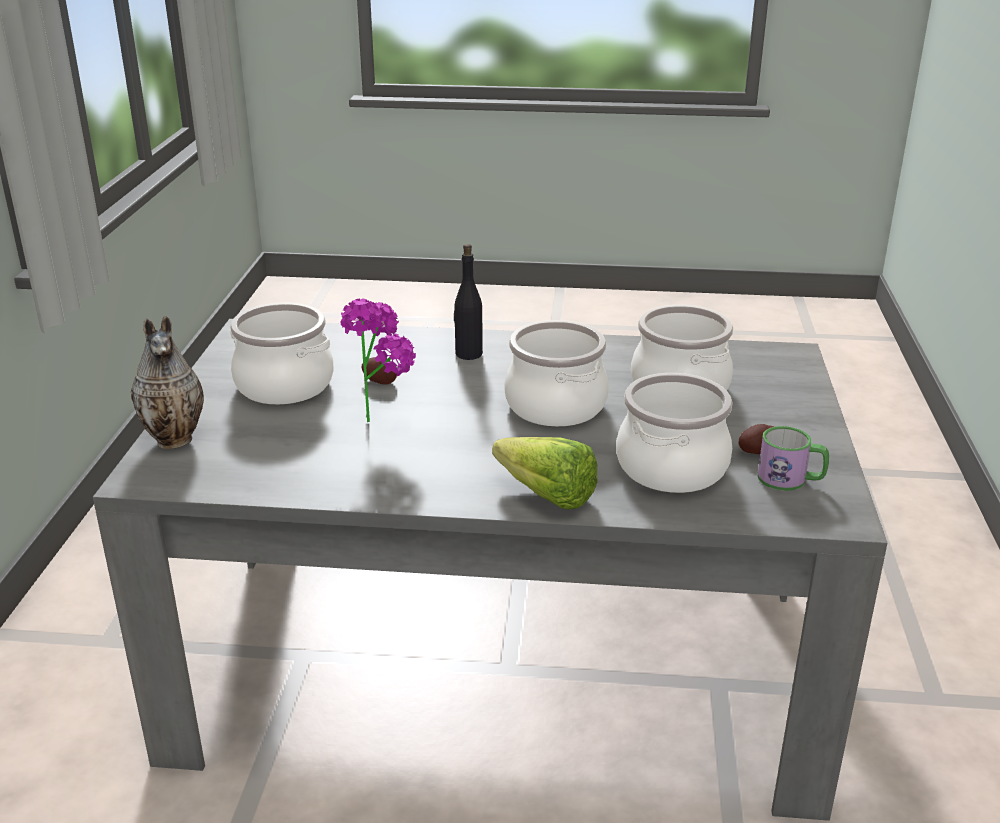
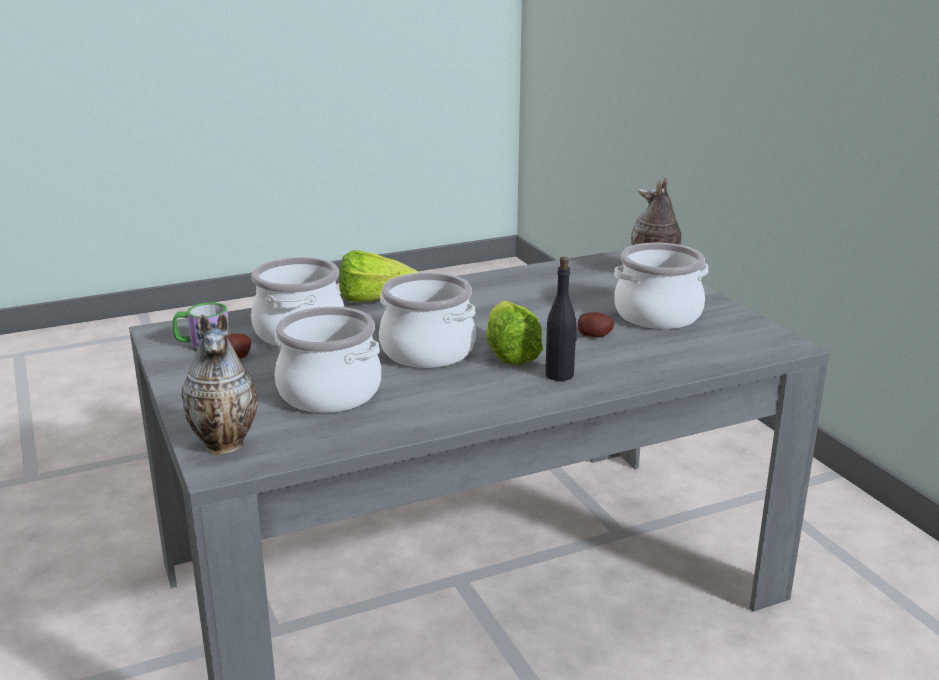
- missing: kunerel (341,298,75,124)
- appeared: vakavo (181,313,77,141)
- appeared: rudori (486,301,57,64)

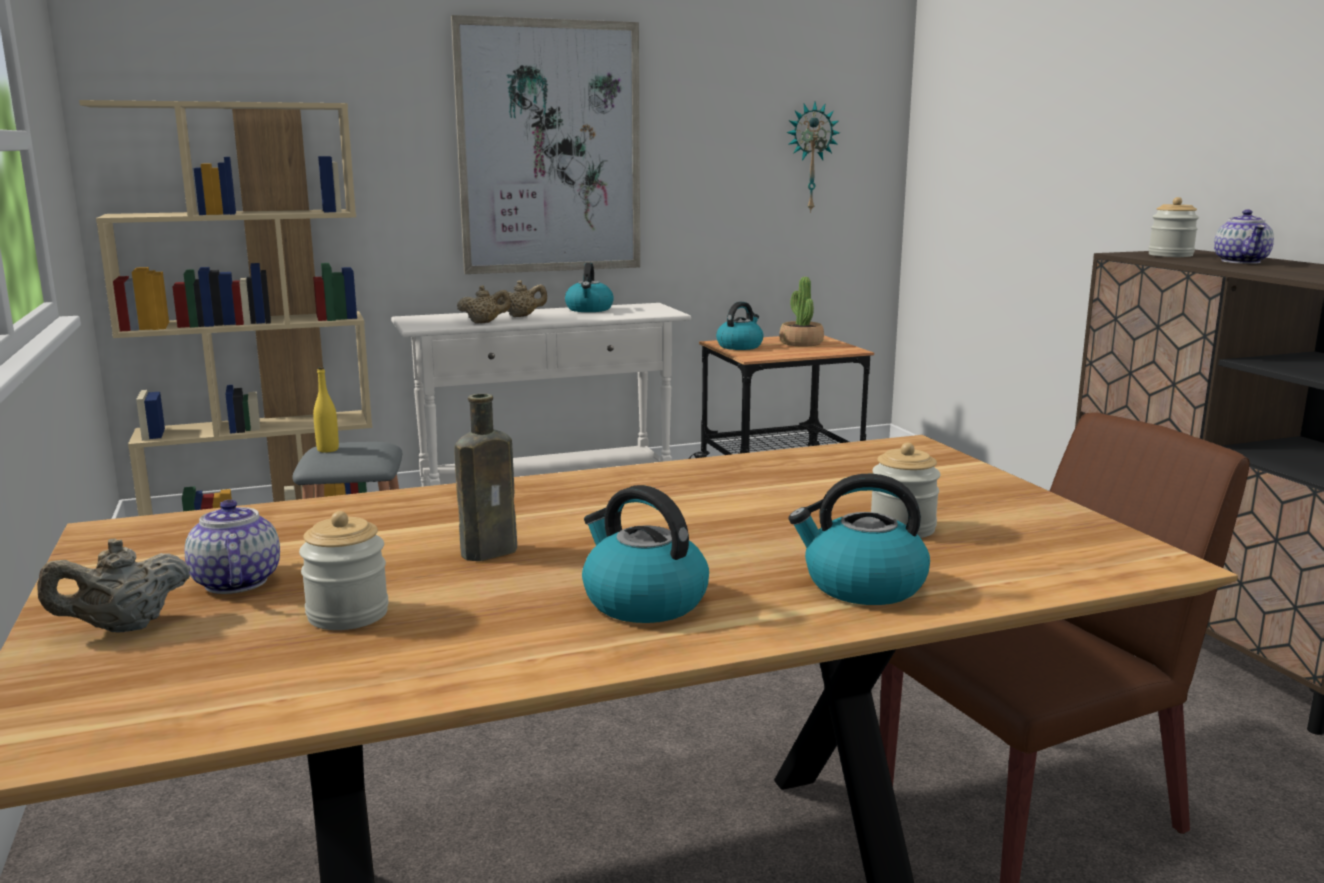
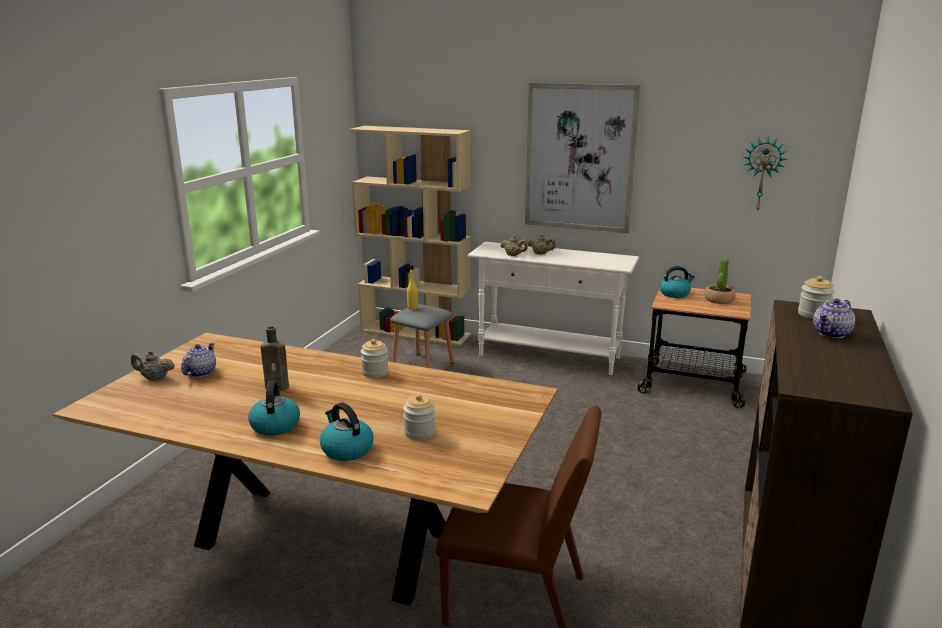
- relocated: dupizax (299,511,90,119) to (361,339,28,39)
- missing: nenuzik (565,263,49,49)

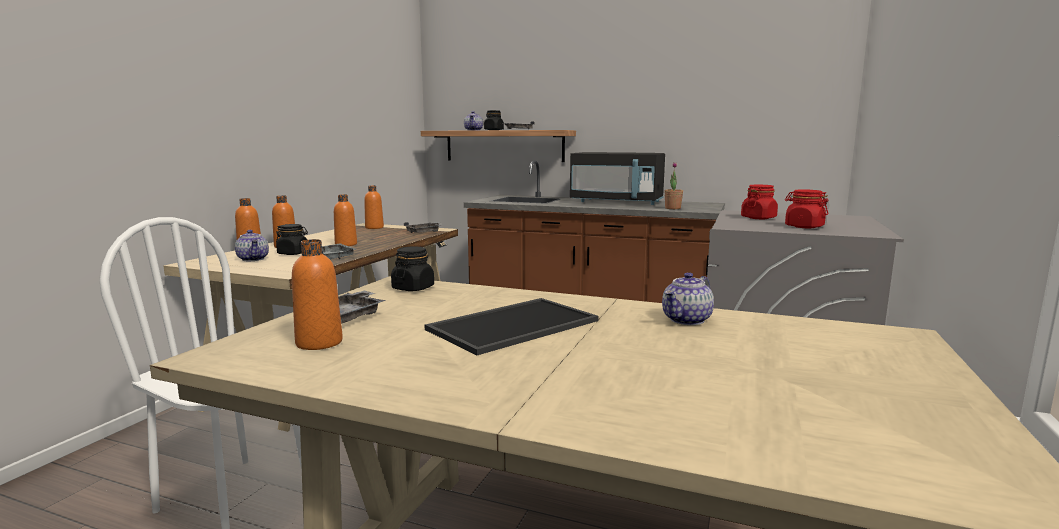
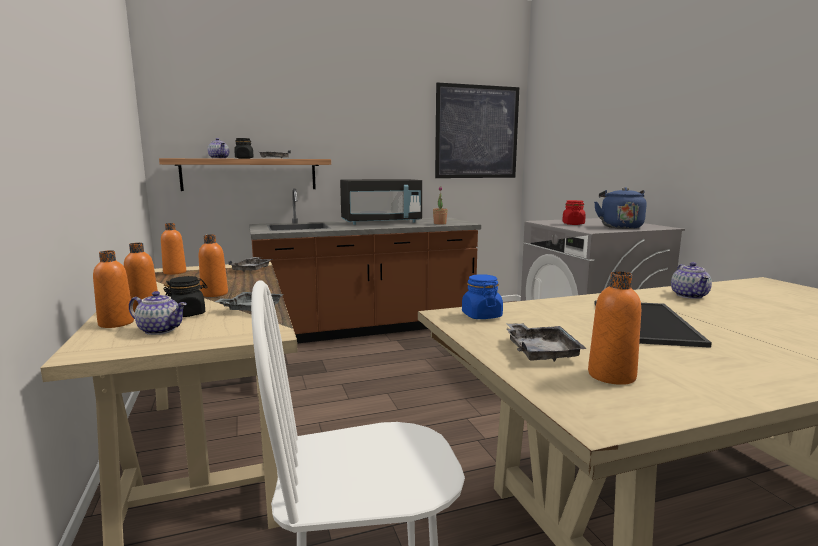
- colour: black_dupizax (391,247,43,44) to blue_dupizax (462,274,41,45)
- exchanged: red_dupizax (785,189,43,39) to blue_nenuzik (594,187,53,42)
- appeared: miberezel (435,83,84,95)

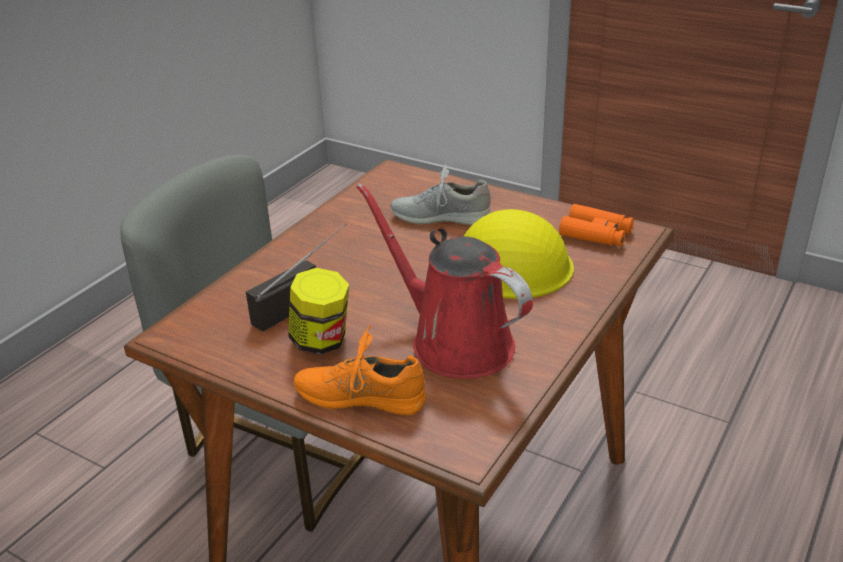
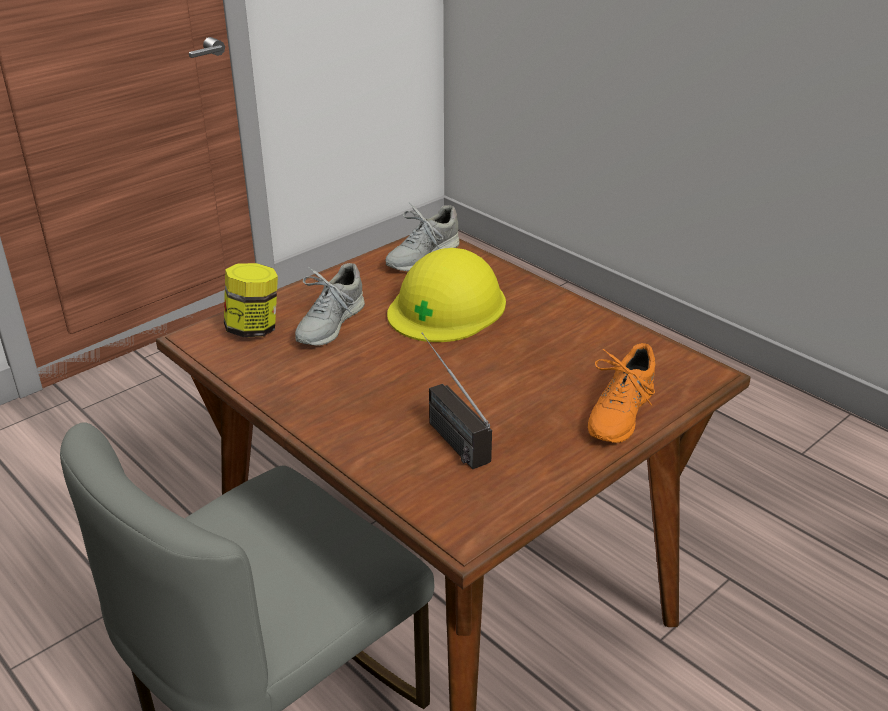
- relocated: dupizax (289,268,60,87) to (224,263,54,74)
- missing: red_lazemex (356,183,177,196)
- exchanged: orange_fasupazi (559,204,75,43) to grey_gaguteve (385,202,74,69)

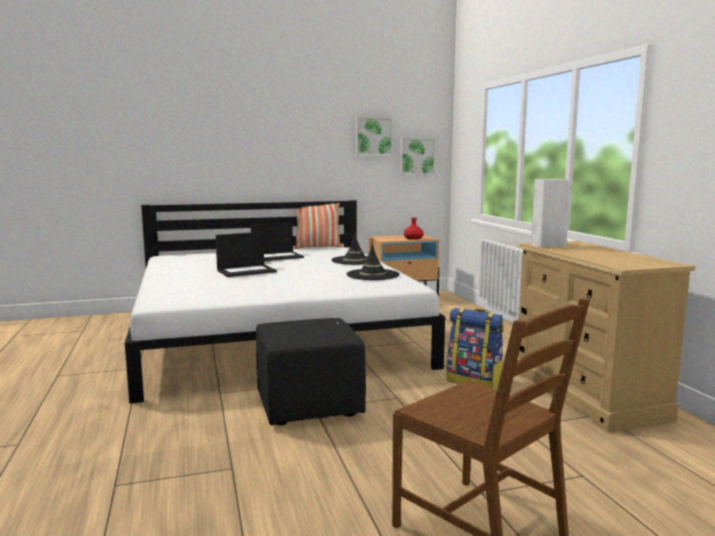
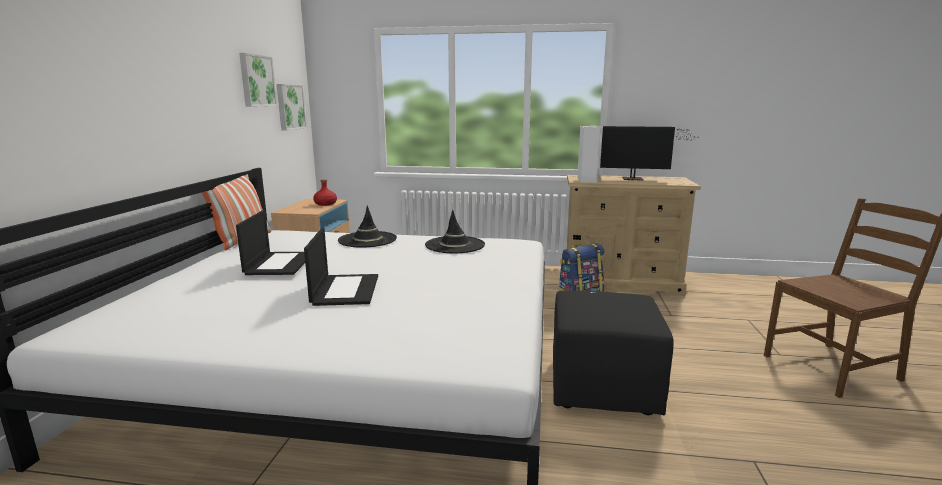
- appeared: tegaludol (600,126,92,55)

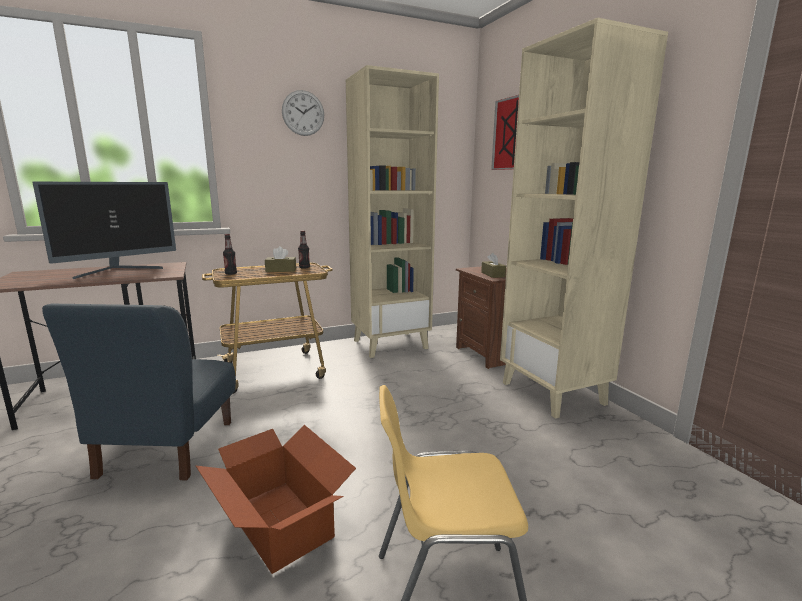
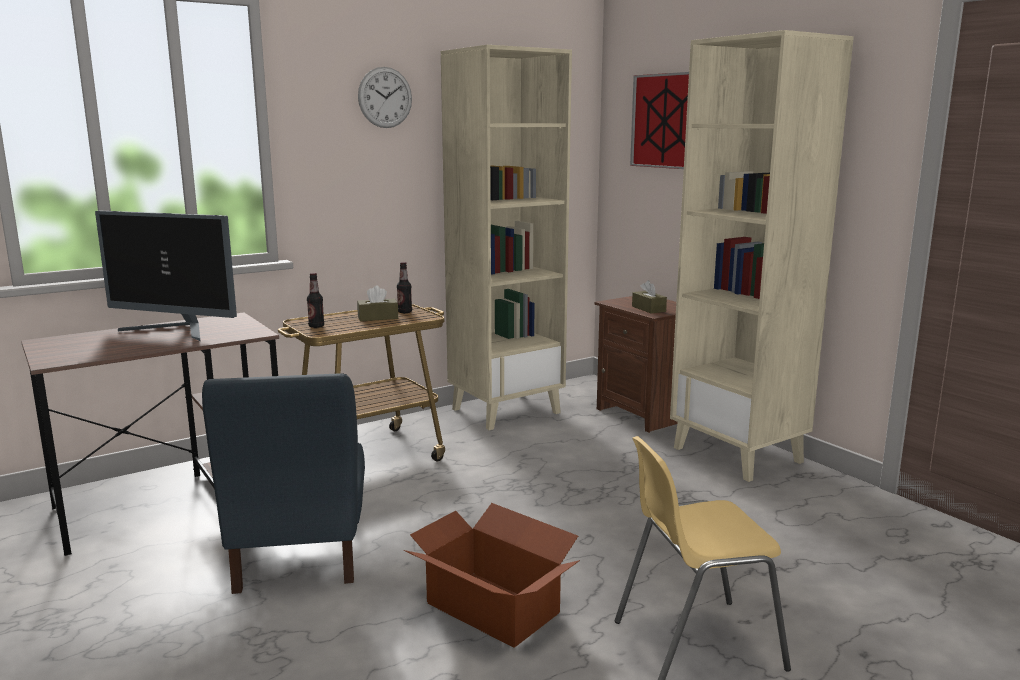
- spun: tegaludol (32,182,144,97) = (95,211,142,130) 75 degrees clockwise

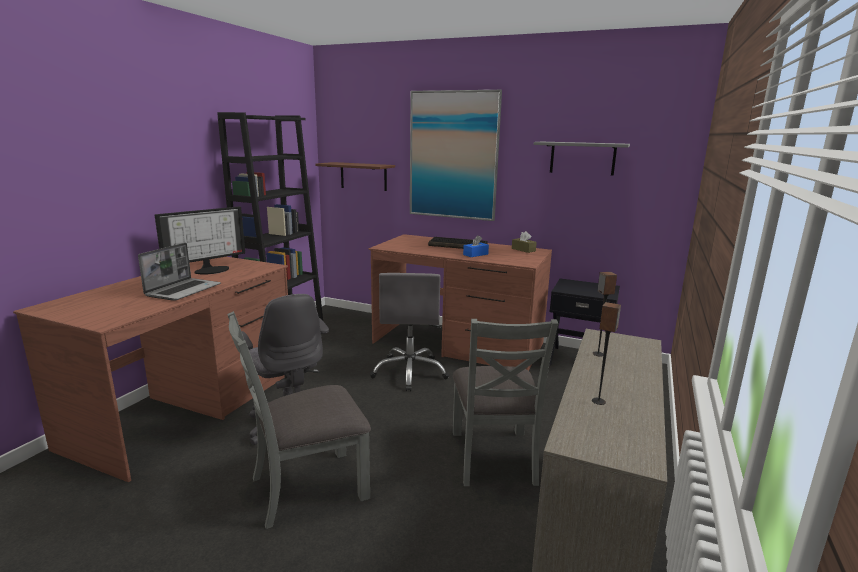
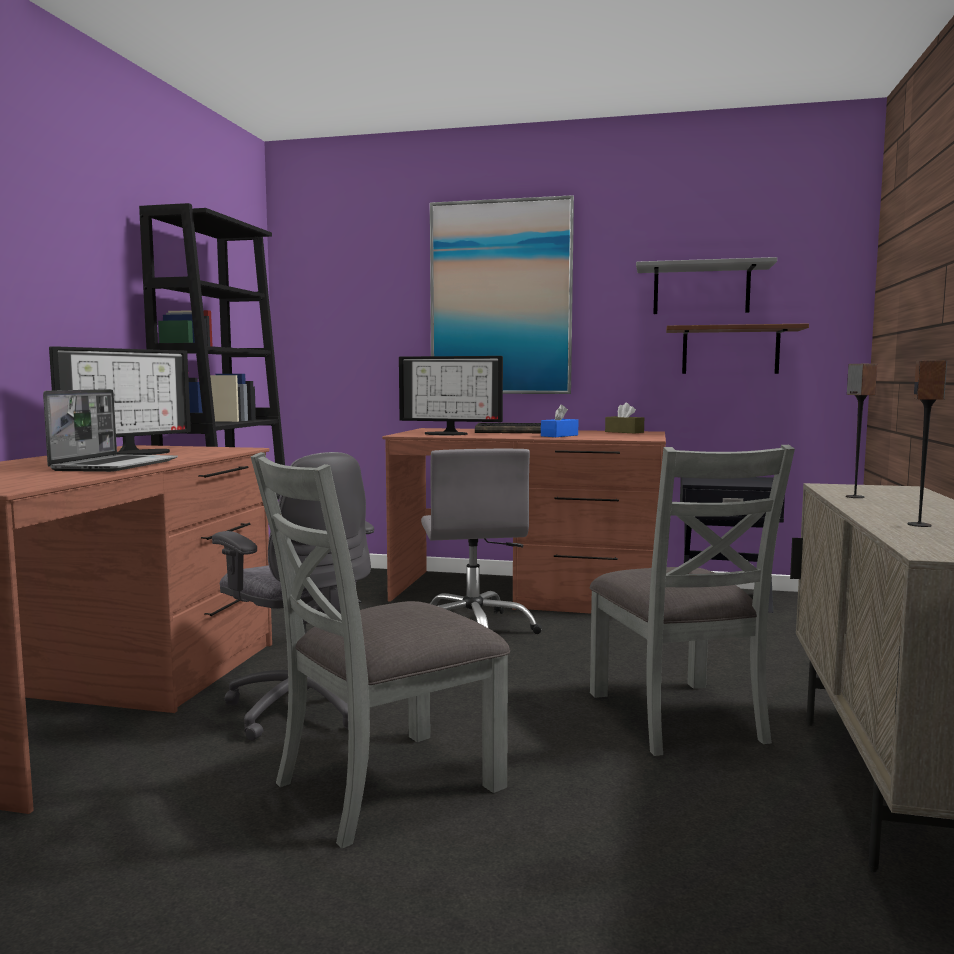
- relocated: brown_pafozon (315,162,80,29) to (666,324,143,50)
- appeared: tegaludol (399,356,104,79)

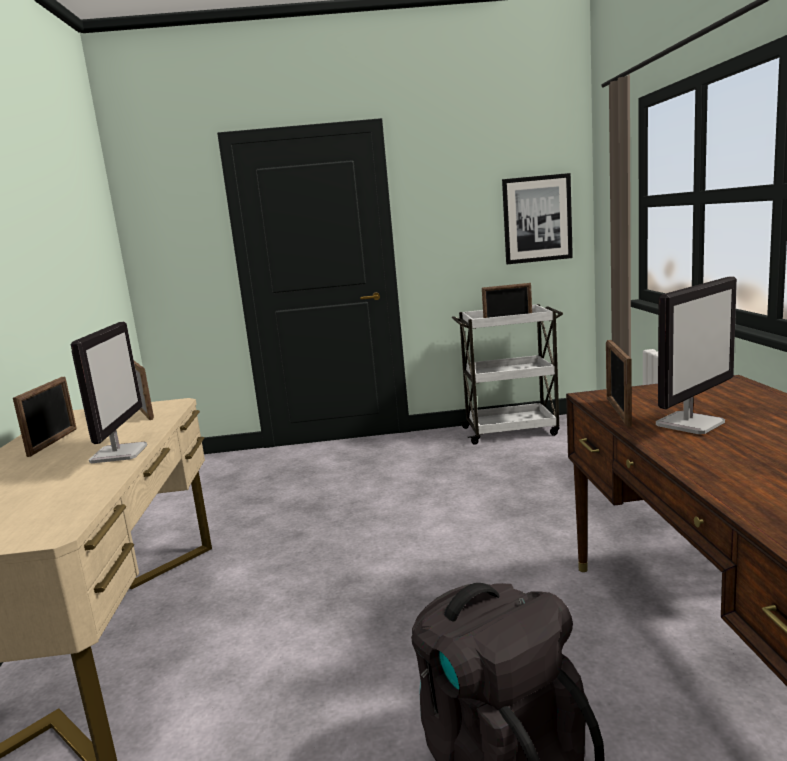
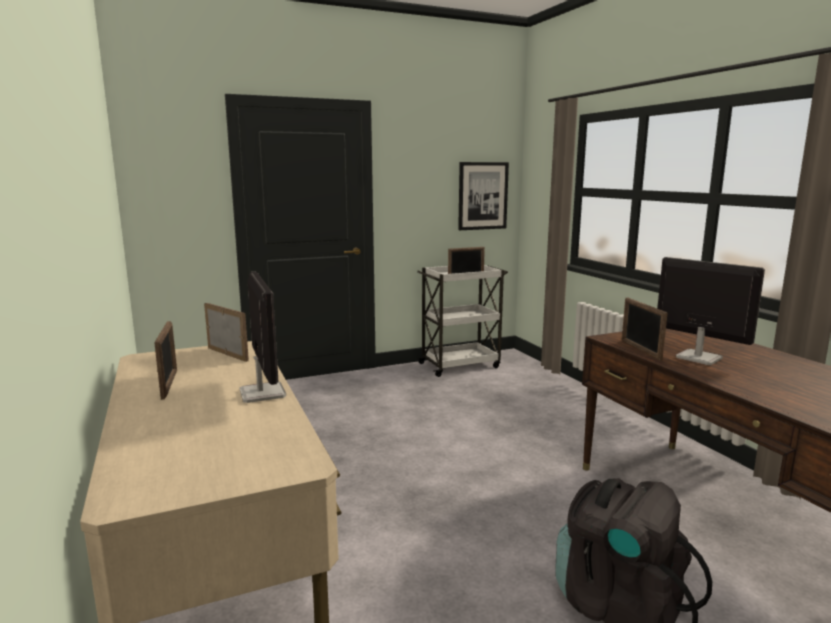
- spun: tegaludol (656,276,81,158) = (657,257,108,108) 75 degrees counterclockwise

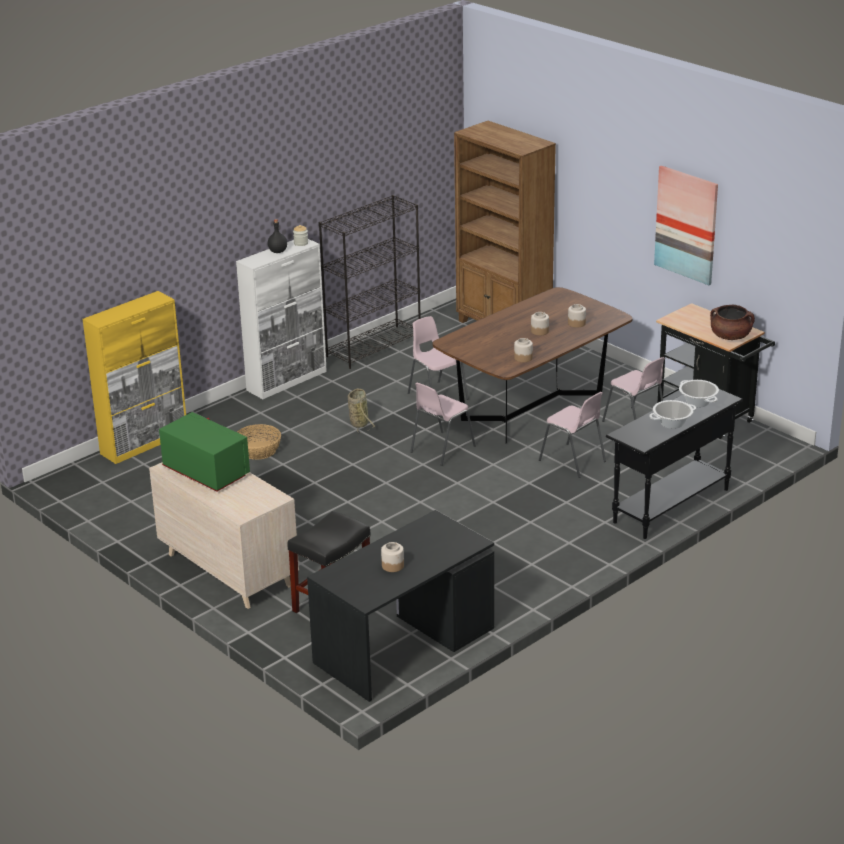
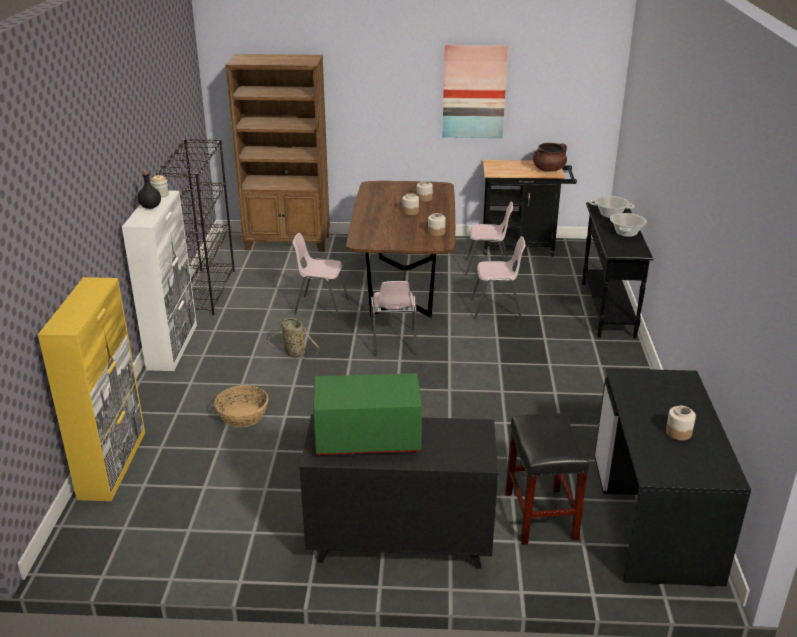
- colour: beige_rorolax (149,462,150,147) to black_rorolax (299,414,199,155)

